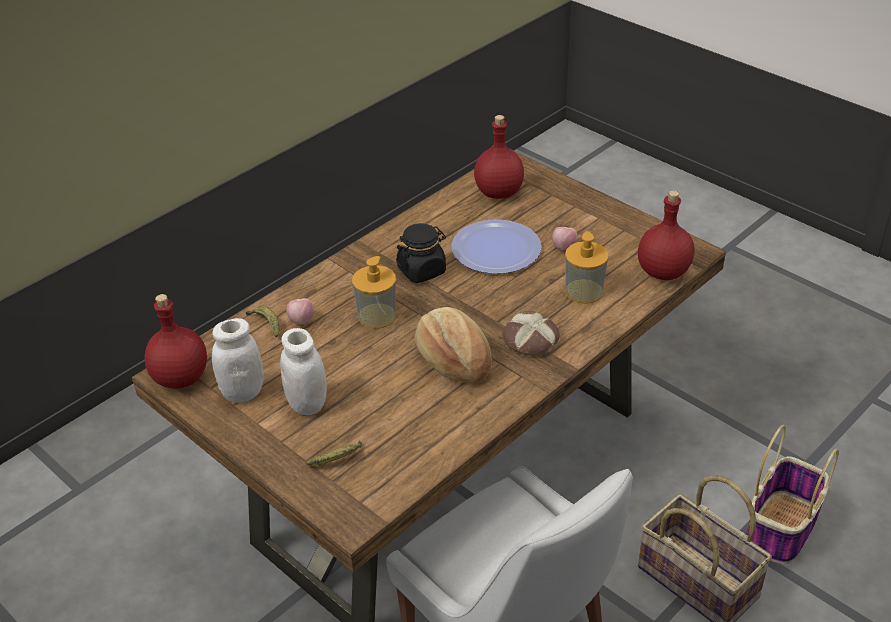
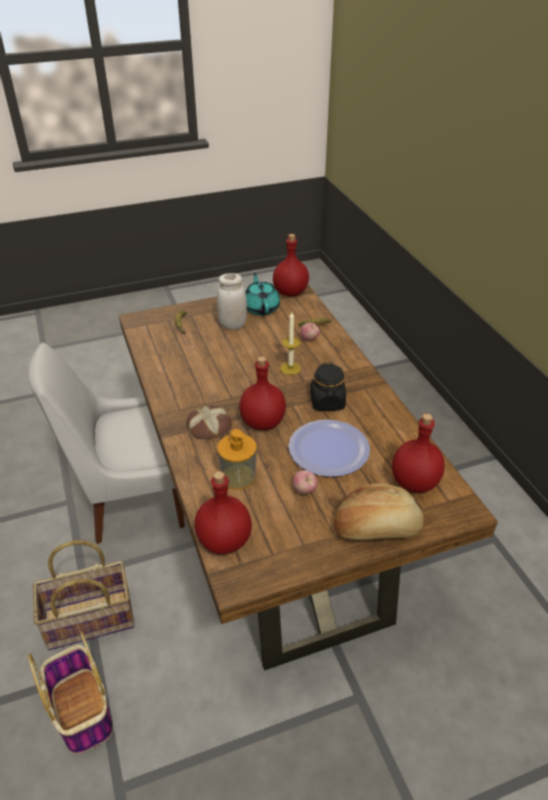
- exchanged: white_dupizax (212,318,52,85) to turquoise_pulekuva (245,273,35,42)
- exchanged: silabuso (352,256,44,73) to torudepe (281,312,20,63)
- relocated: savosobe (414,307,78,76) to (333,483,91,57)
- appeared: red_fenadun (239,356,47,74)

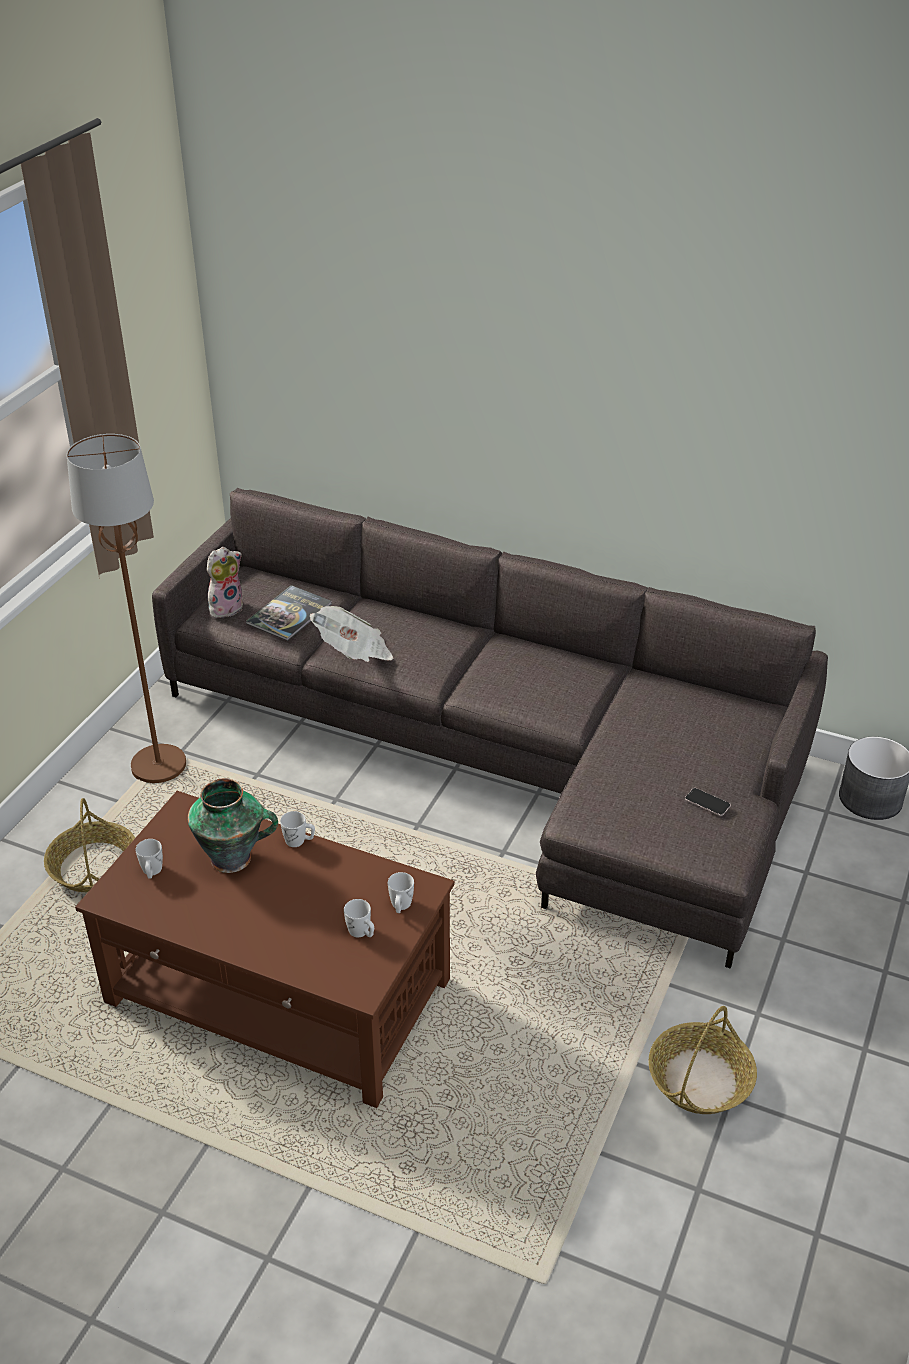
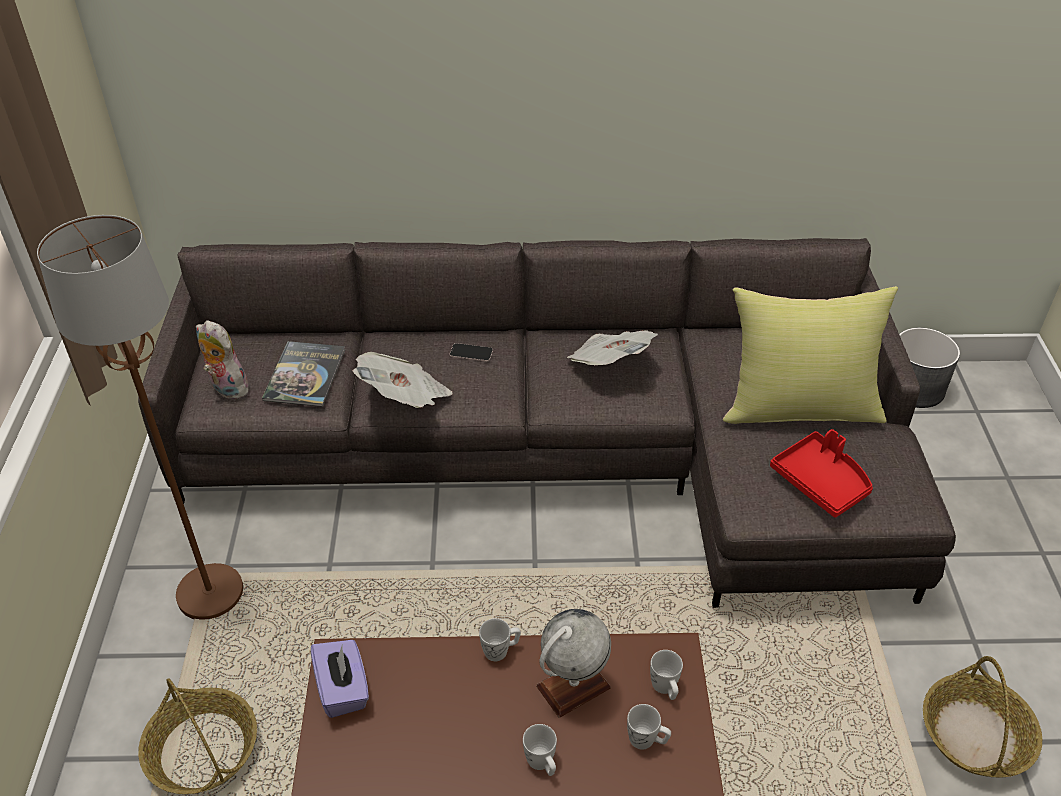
- relocated: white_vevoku (136,839,27,40) to (523,724,34,52)
- missing: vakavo (187,778,91,95)
- spun: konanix (207,547,36,71) = (196,320,53,79) 75 degrees counterclockwise
- relocated: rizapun (685,788,46,28) to (450,343,43,18)
- appeared: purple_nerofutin (311,640,58,78)
- appeared: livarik (536,609,75,109)
- appeared: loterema (567,330,91,35)
- appeared: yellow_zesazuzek (723,286,175,138)
- appeared: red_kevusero (770,429,103,89)

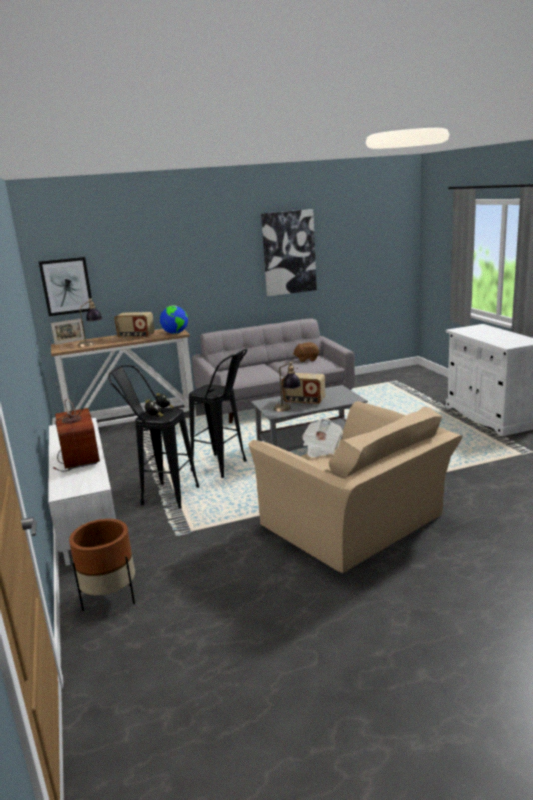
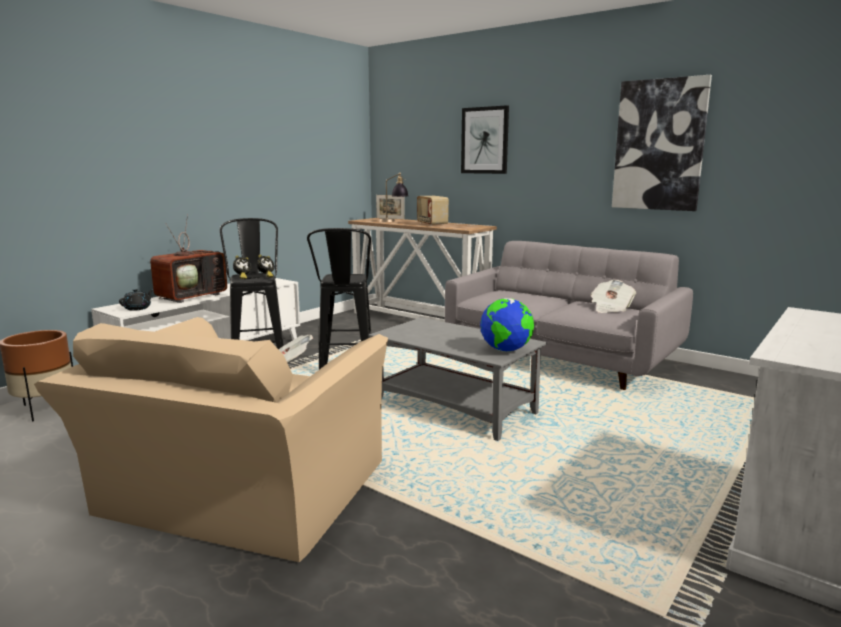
- relocated: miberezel (39,257,53,59) to (461,105,48,69)
- relocated: livarik (160,306,28,28) to (480,298,54,54)
- missing: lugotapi (274,361,27,51)
- missing: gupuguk (281,373,44,32)
- exchanged: brown_konanix (293,342,26,20) to loterema (590,280,46,33)
- appeared: black_pulekuva (119,289,35,22)

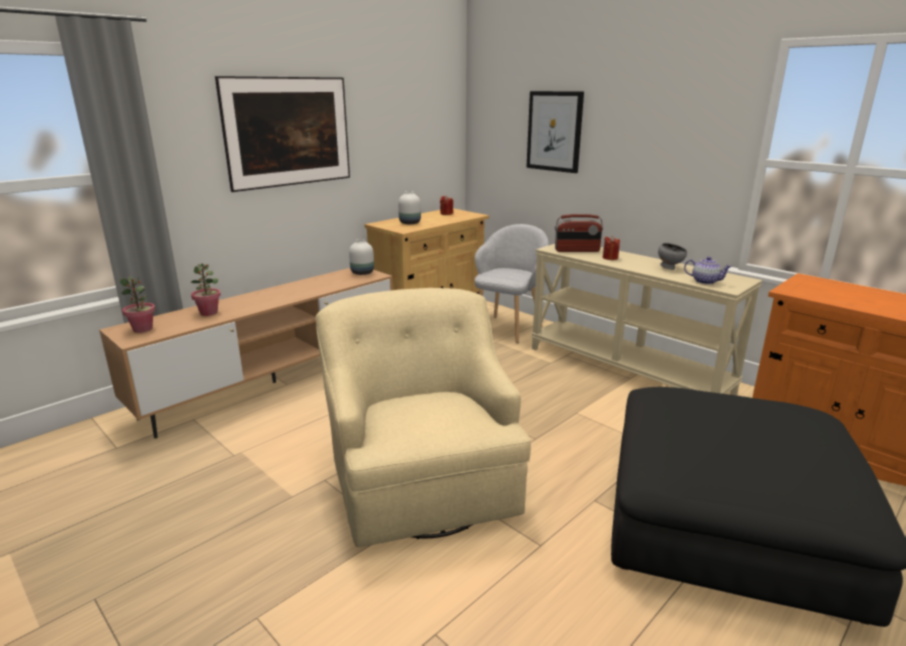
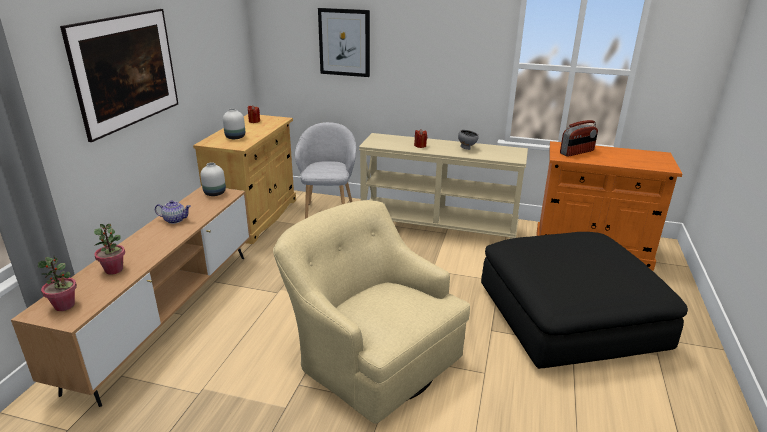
- relocated: gupuguk (555,214,48,38) to (560,120,38,37)
- relocated: pulekuva (684,257,48,28) to (155,200,36,24)

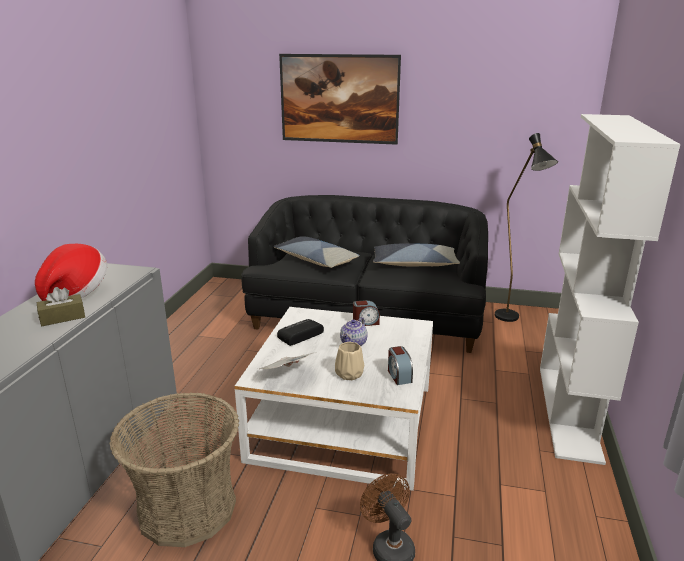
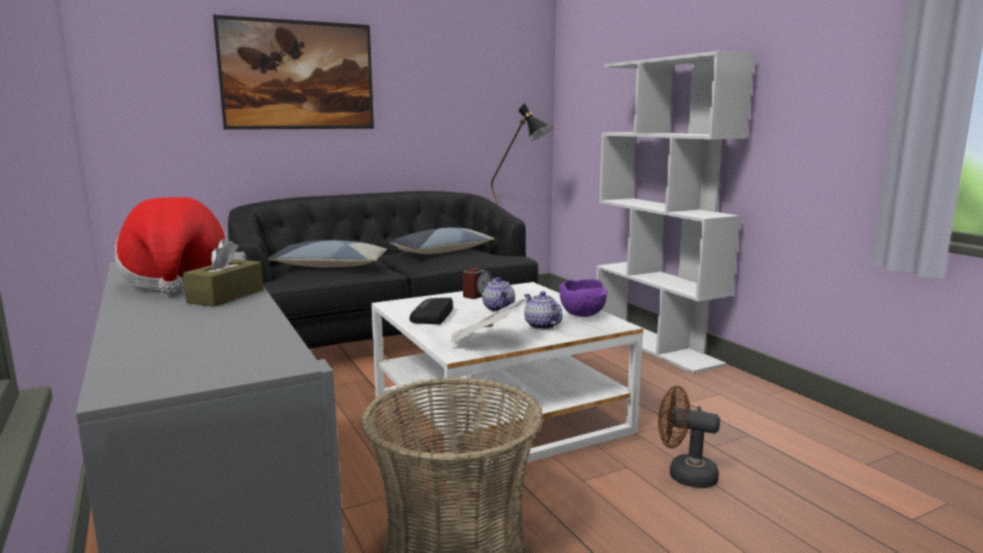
- exchanged: beige_vakavo (335,342,29,38) to pulekuva (524,291,39,38)
- exchanged: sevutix (388,346,25,39) to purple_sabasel (559,279,49,38)

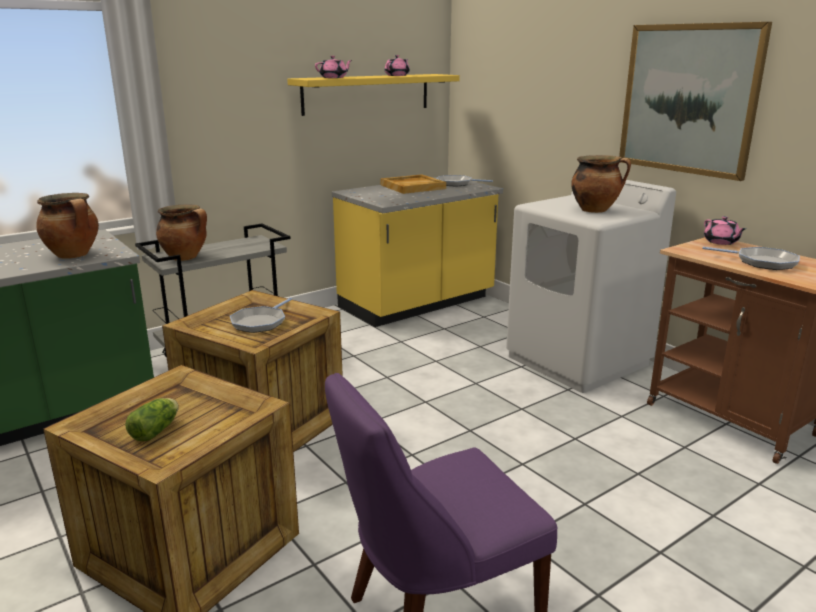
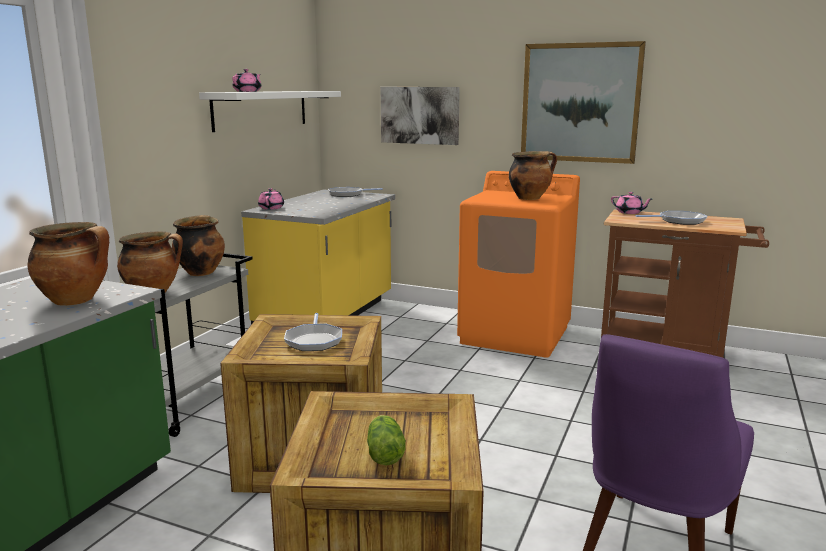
- colour: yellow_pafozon (287,74,173,42) to white_pafozon (199,91,142,41)
- missing: beige_kevusero (380,174,66,20)
- relocated: pink_pulekuva (385,55,25,21) to (258,188,26,22)
- colour: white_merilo (506,180,170,213) to orange_merilo (457,171,123,187)
- appeared: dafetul (172,215,53,61)
- appeared: miberezel (380,87,80,58)

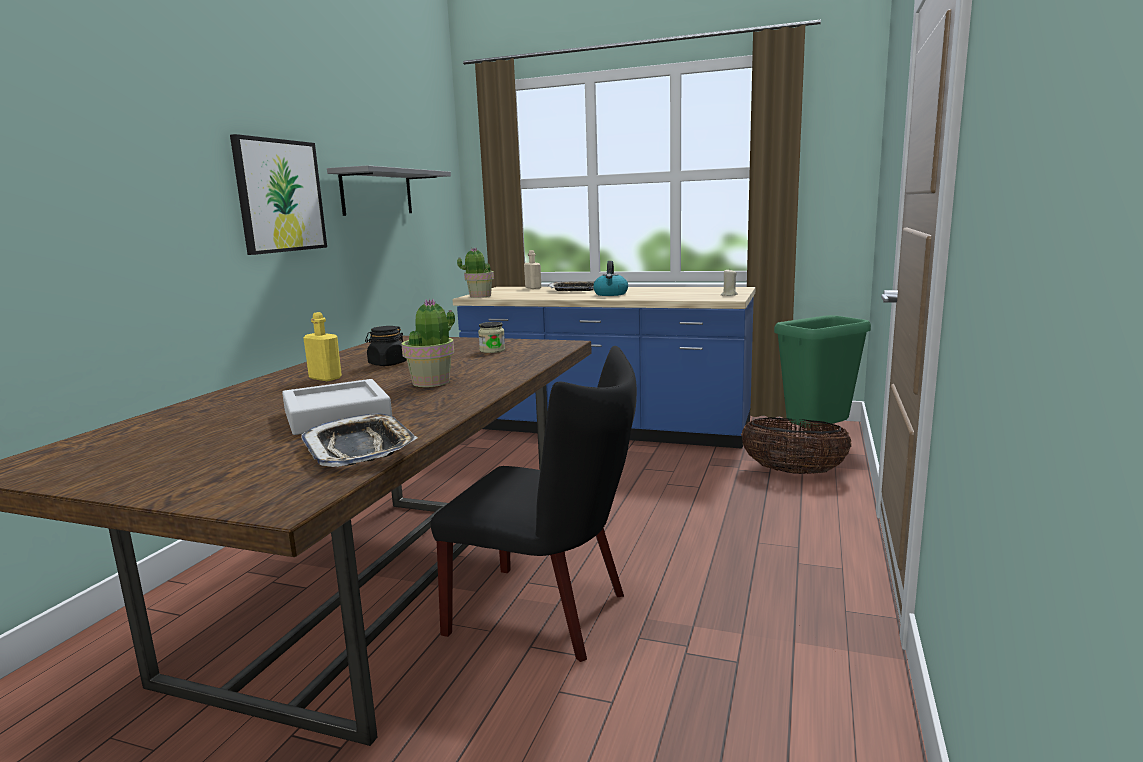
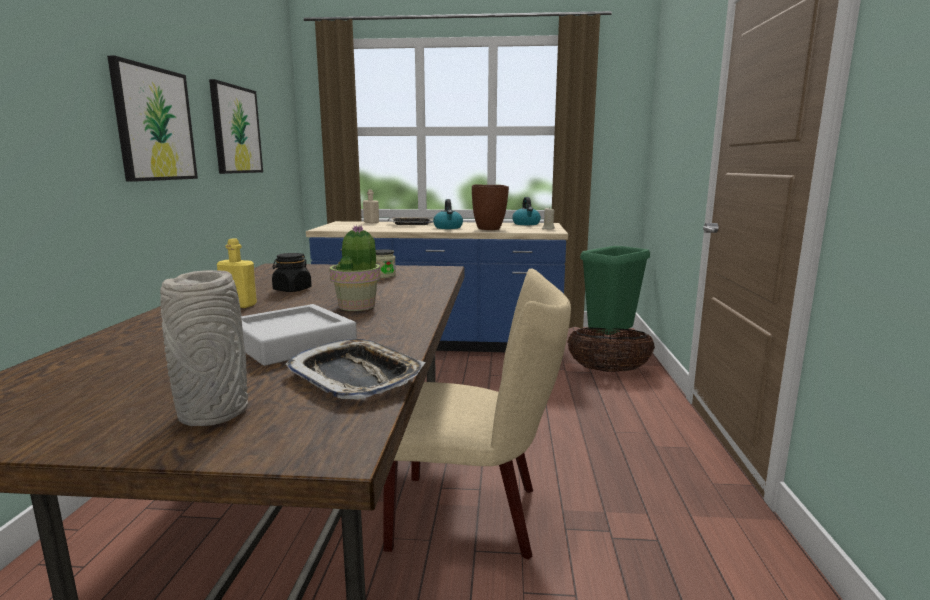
- exchanged: grey_pafozon (327,165,124,51) to miberezel (209,79,54,95)
- colour: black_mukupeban (431,346,206,316) to beige_mukupeban (383,269,188,291)
- missing: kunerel (457,248,37,50)
- appeared: grey_vakavo (160,270,88,156)
- appeared: brown_vakavo (472,184,37,46)
- appeared: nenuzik (512,197,29,28)

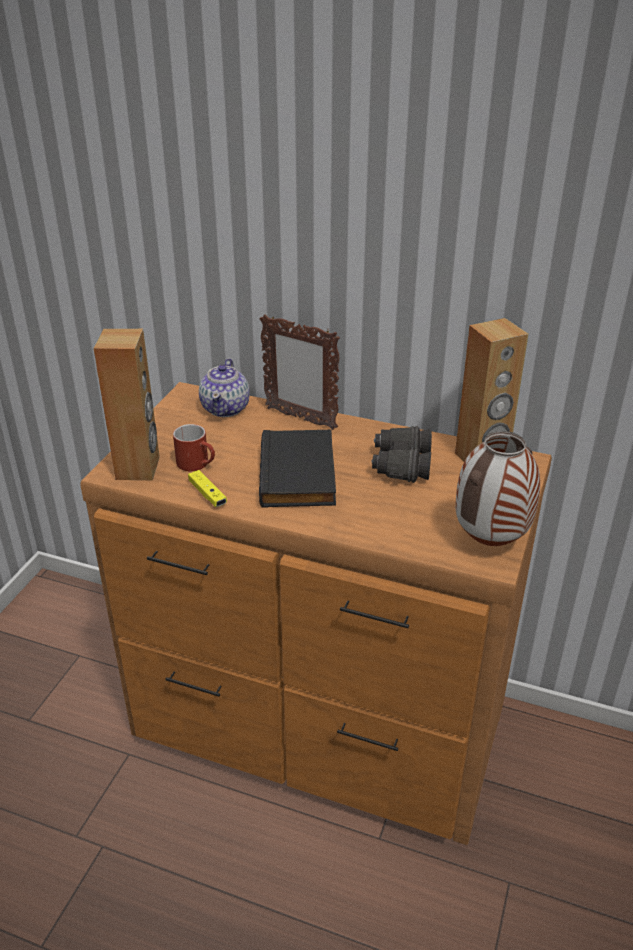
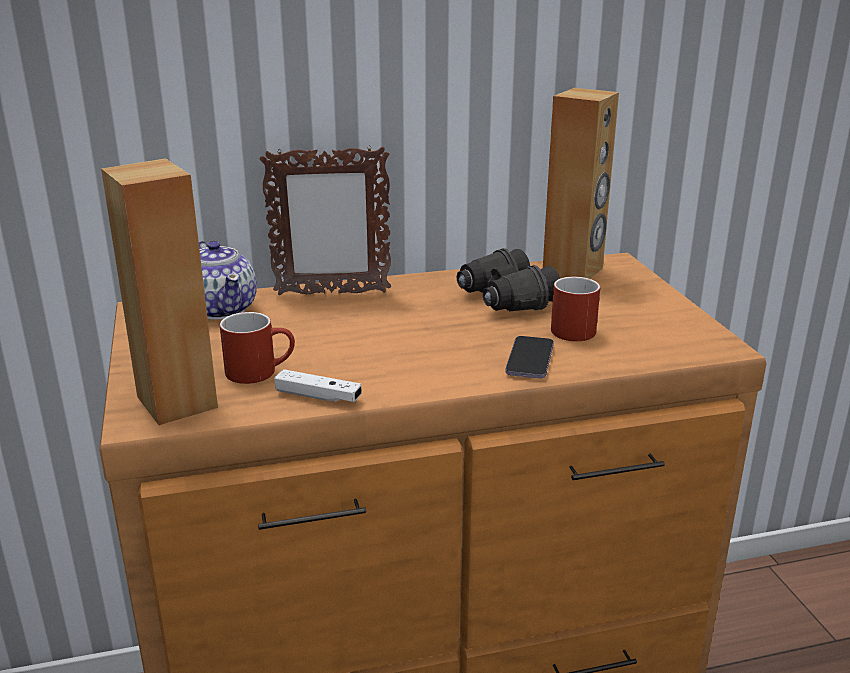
- colour: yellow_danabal (188,470,39,37) to white_danabal (274,369,88,33)
- missing: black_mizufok (259,430,77,78)
- missing: vakavo (456,431,84,115)
- appeared: rizapun (505,336,49,43)
- appeared: red_vevoku (551,277,49,64)

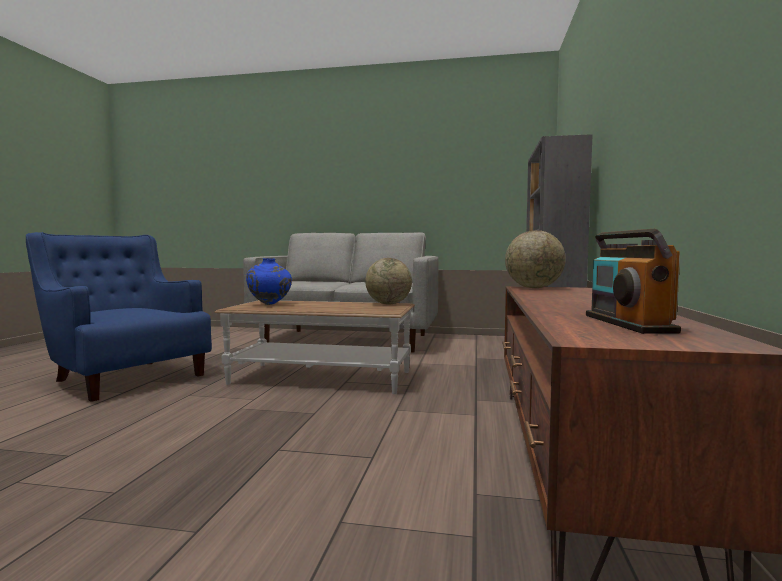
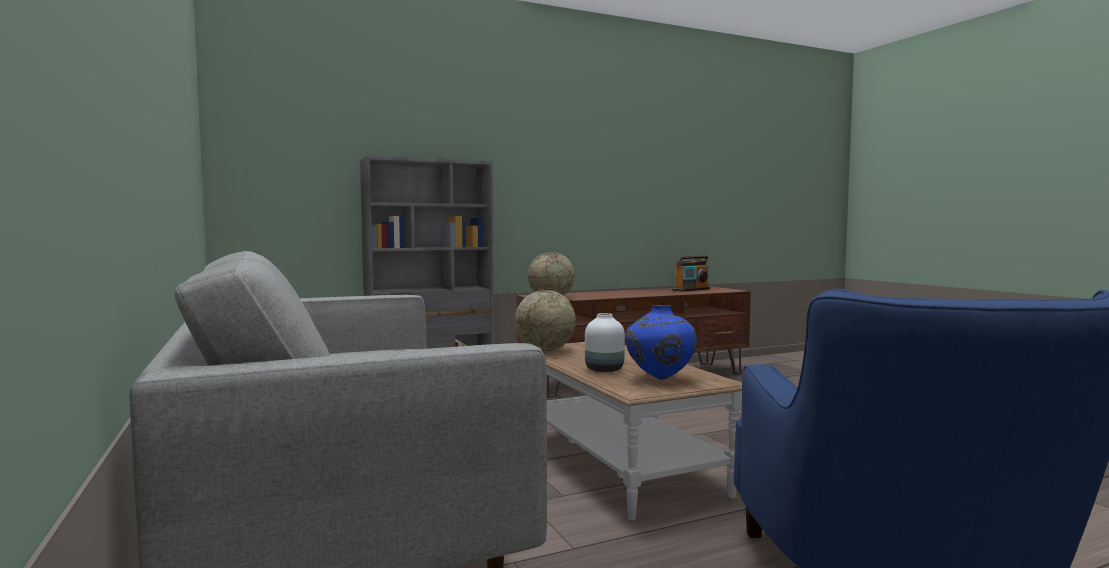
- appeared: white_vakavo (585,313,40,59)

